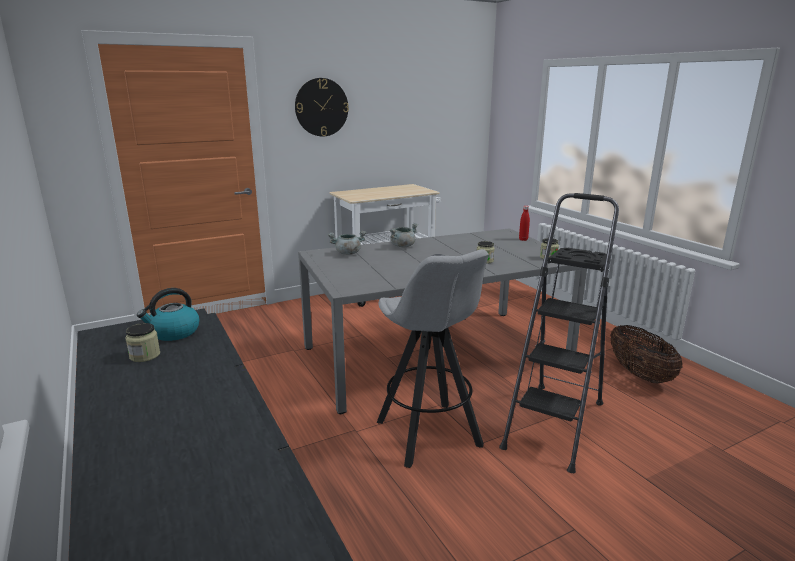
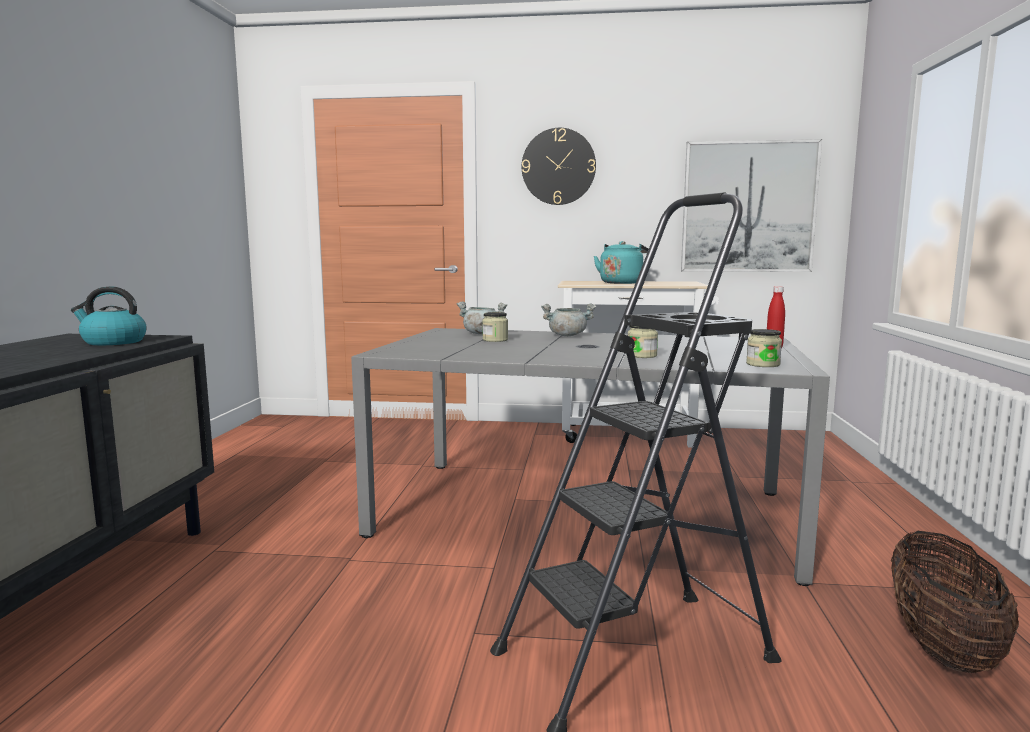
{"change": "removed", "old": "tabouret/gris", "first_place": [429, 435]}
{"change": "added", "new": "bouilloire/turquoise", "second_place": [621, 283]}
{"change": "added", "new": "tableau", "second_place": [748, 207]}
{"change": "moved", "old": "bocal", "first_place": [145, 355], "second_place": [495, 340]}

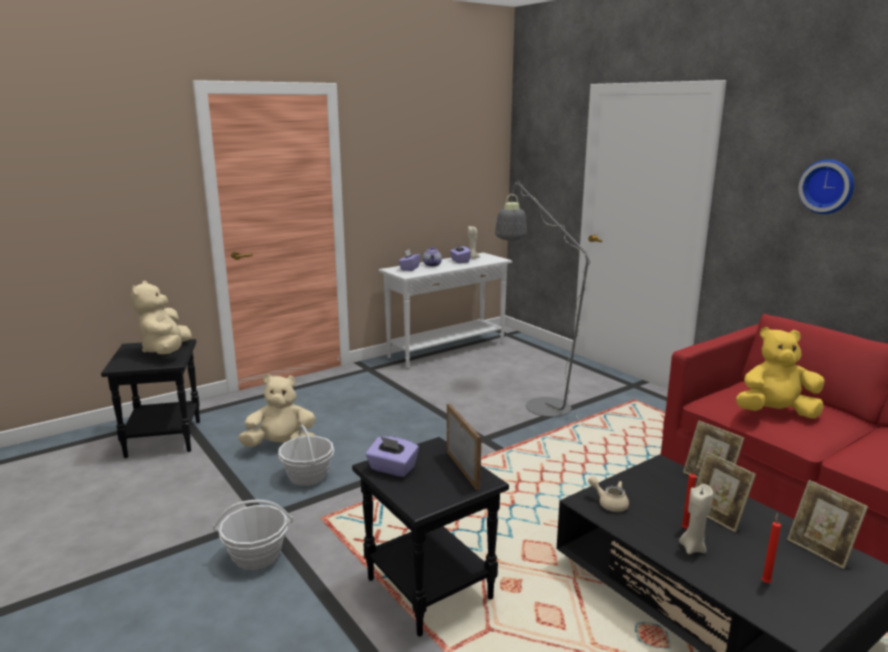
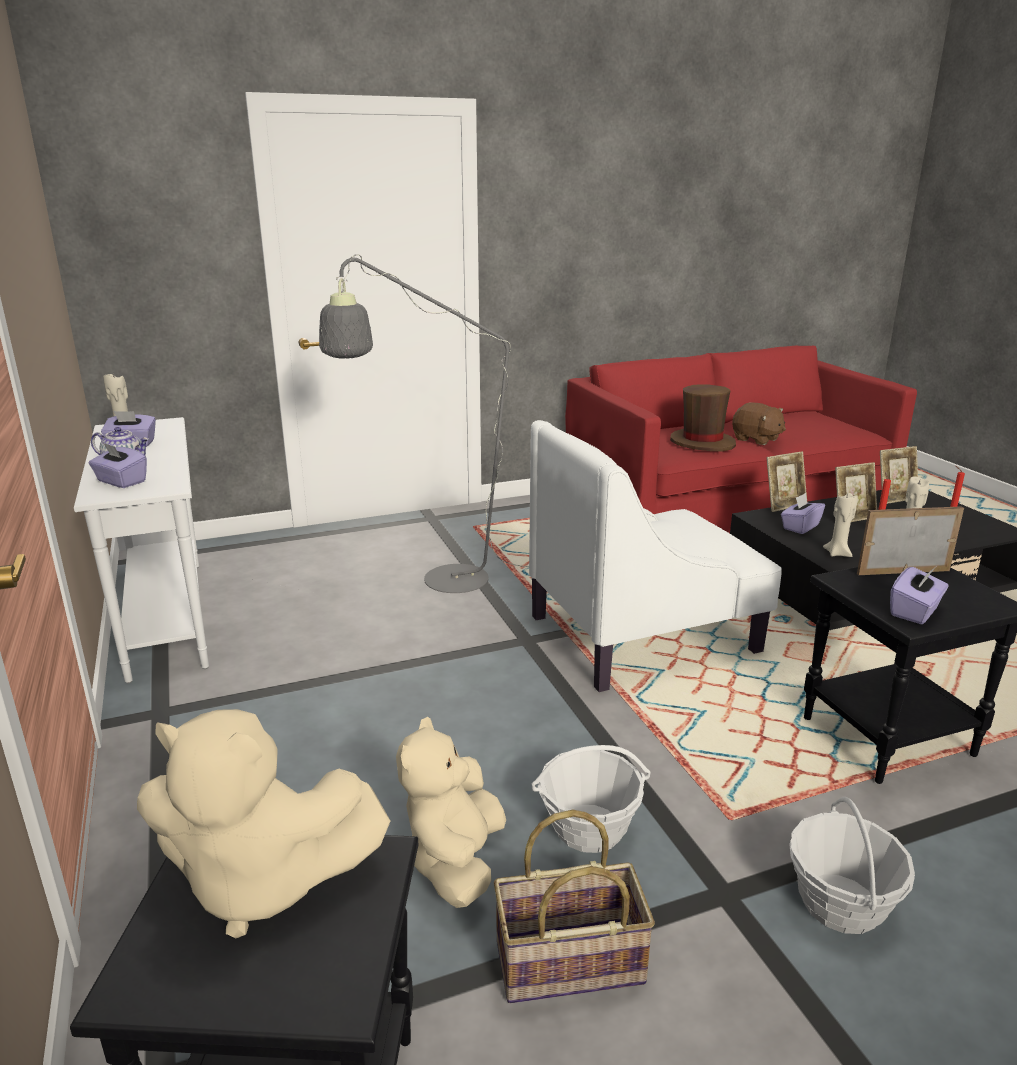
{"change": "removed", "old": "horloge murale", "first_place": [828, 186]}
{"change": "added", "new": "panier", "second_place": [569, 964]}
{"change": "added", "new": "fauteuil/blanc", "second_place": [645, 633]}
{"change": "added", "new": "peluche/marron", "second_place": [756, 439]}
{"change": "added", "new": "boîte à mouchoirs/violet", "second_place": [800, 527]}
{"change": "replaced", "old": "théière/beige", "new": "bougie/beige", "first_place": [609, 503], "second_place": [837, 553]}
{"change": "replaced", "old": "peluche/jaune", "new": "chapeau/marron", "first_place": [775, 413], "second_place": [702, 443]}

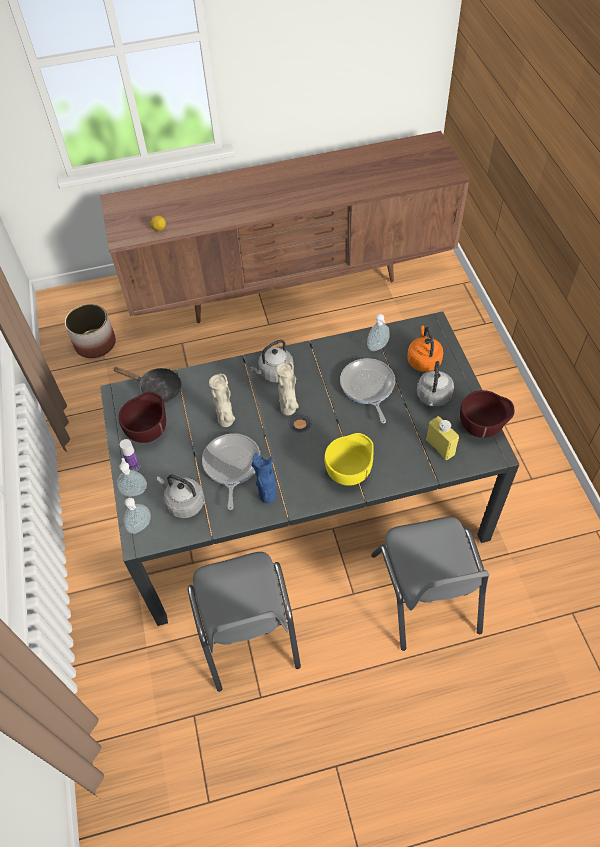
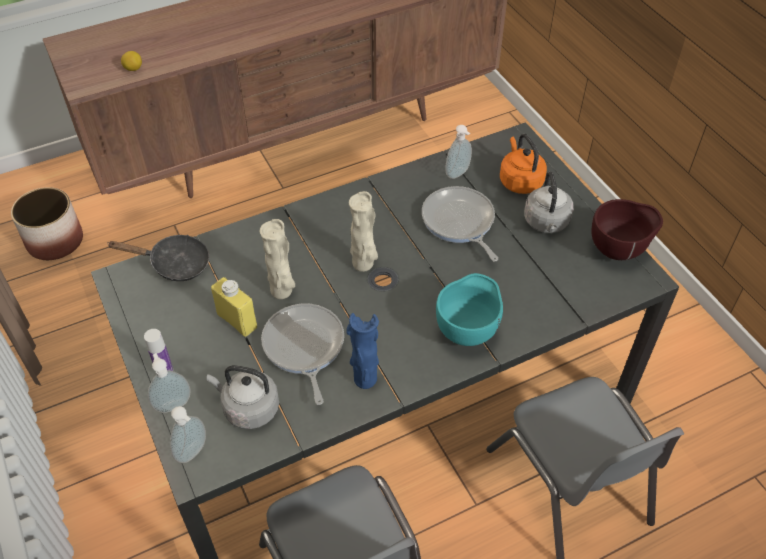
{"change": "removed", "old": "bol/marron", "first_place": [149, 431]}
{"change": "removed", "old": "bouilloire/gris", "first_place": [274, 373]}
{"change": "moved", "old": "bouteille/jaune", "first_place": [440, 447], "second_place": [237, 321]}
{"change": "recoloured", "old": "bol/jaune", "new": "bol/turquoise", "first_place": [349, 472], "second_place": [467, 331]}

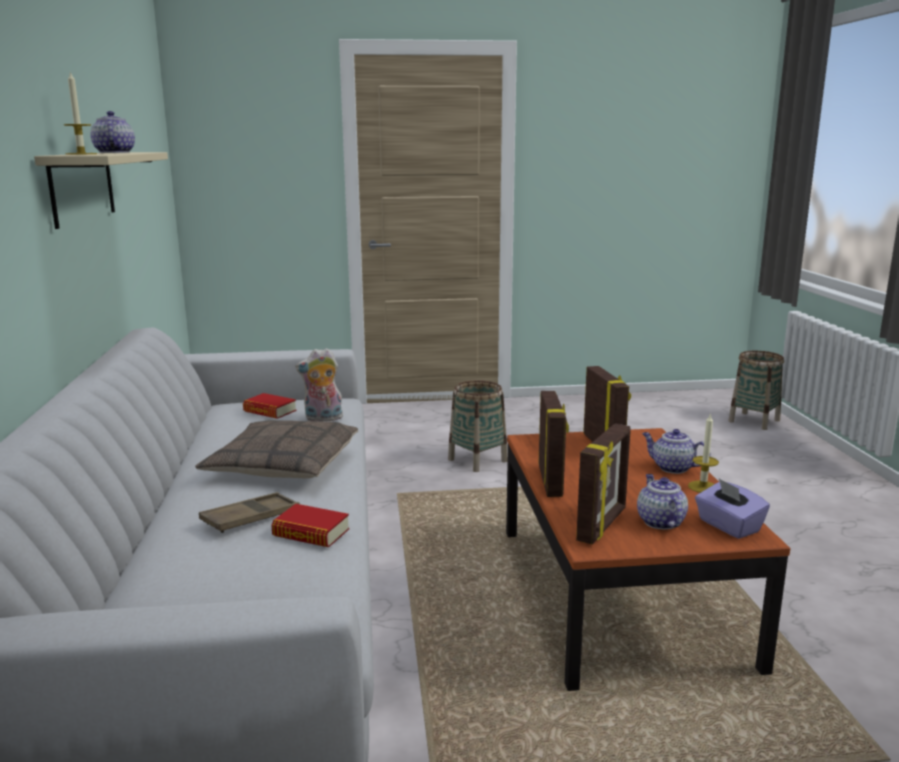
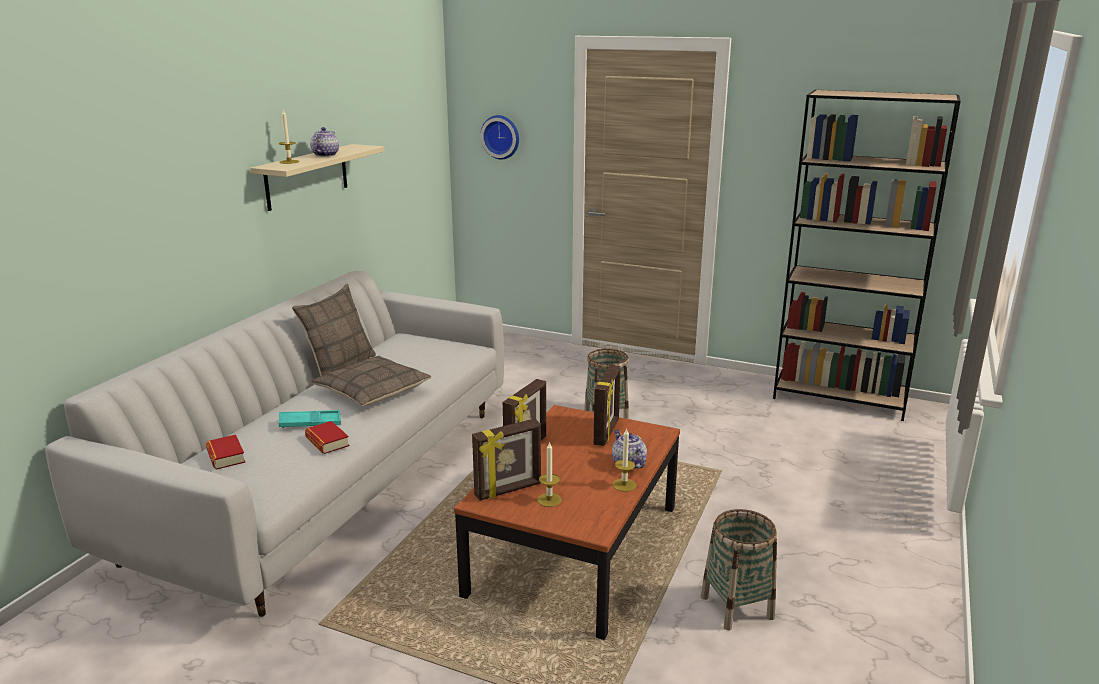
{"change": "removed", "old": "peluche", "first_place": [322, 419]}
{"change": "removed", "old": "boîte à mouchoirs/violet", "first_place": [728, 526]}
{"change": "added", "new": "coussin", "second_place": [340, 367]}
{"change": "added", "new": "horloge murale", "second_place": [501, 136]}
{"change": "added", "new": "bibliothèque/beige", "second_place": [840, 398]}
{"change": "moved", "old": "livre", "first_place": [270, 411], "second_place": [226, 456]}
{"change": "moved", "old": "panier", "first_place": [754, 421], "second_place": [737, 607]}
{"change": "replaced", "old": "théière", "new": "bougie", "first_place": [659, 521], "second_place": [549, 500]}
{"change": "recoloured", "old": "plateau/marron", "new": "plateau/turquoise", "first_place": [251, 518], "second_place": [310, 423]}

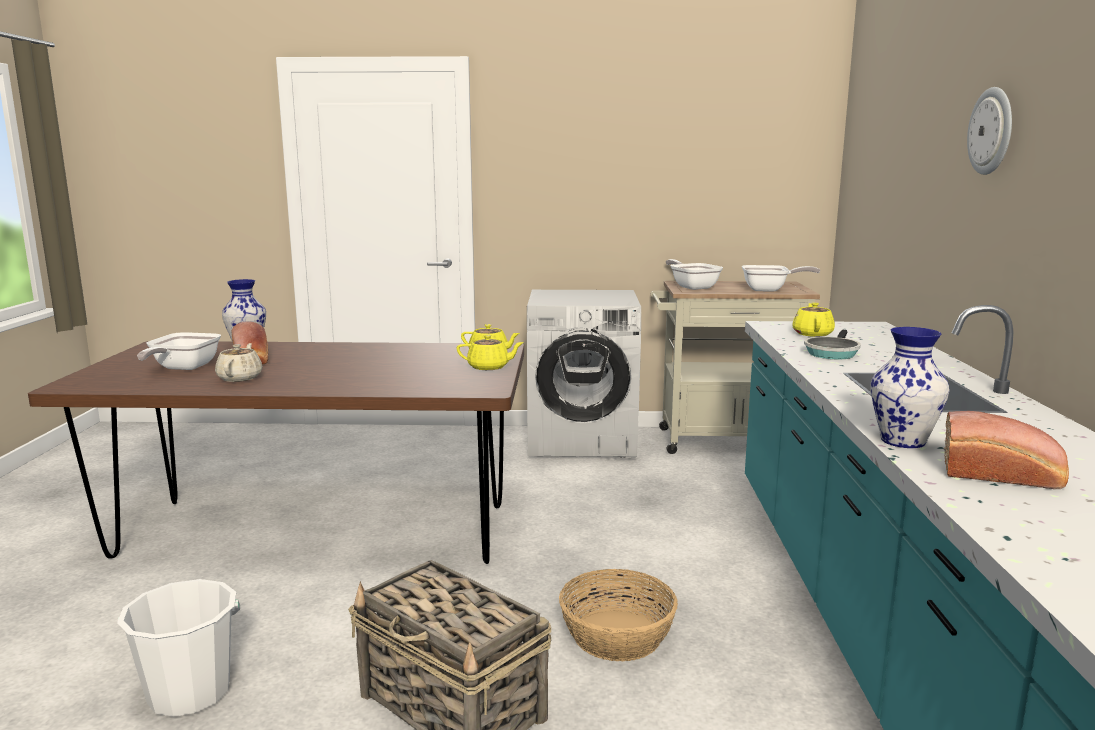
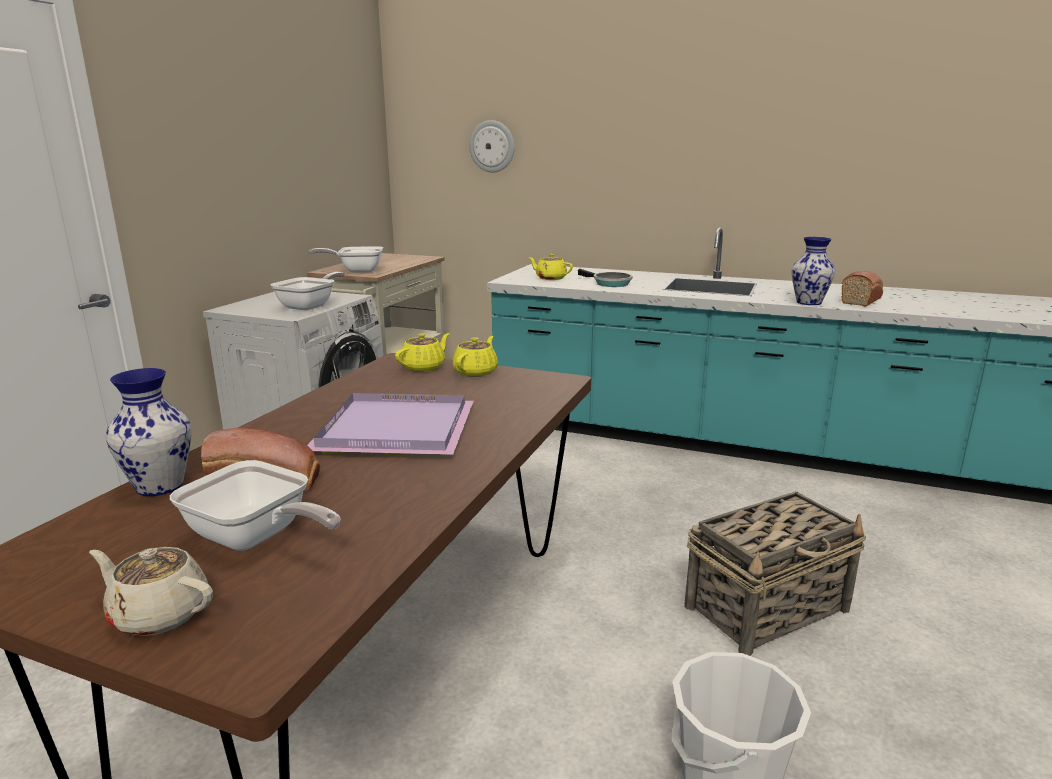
{"change": "removed", "old": "panier", "first_place": [618, 636]}
{"change": "added", "new": "plateau/violet", "second_place": [392, 431]}
{"change": "moved", "old": "théière/beige", "first_place": [240, 378], "second_place": [159, 614]}
{"change": "moved", "old": "poêle", "first_place": [769, 290], "second_place": [310, 306]}
{"change": "moved", "old": "horloge murale", "first_place": [992, 131], "second_place": [492, 146]}

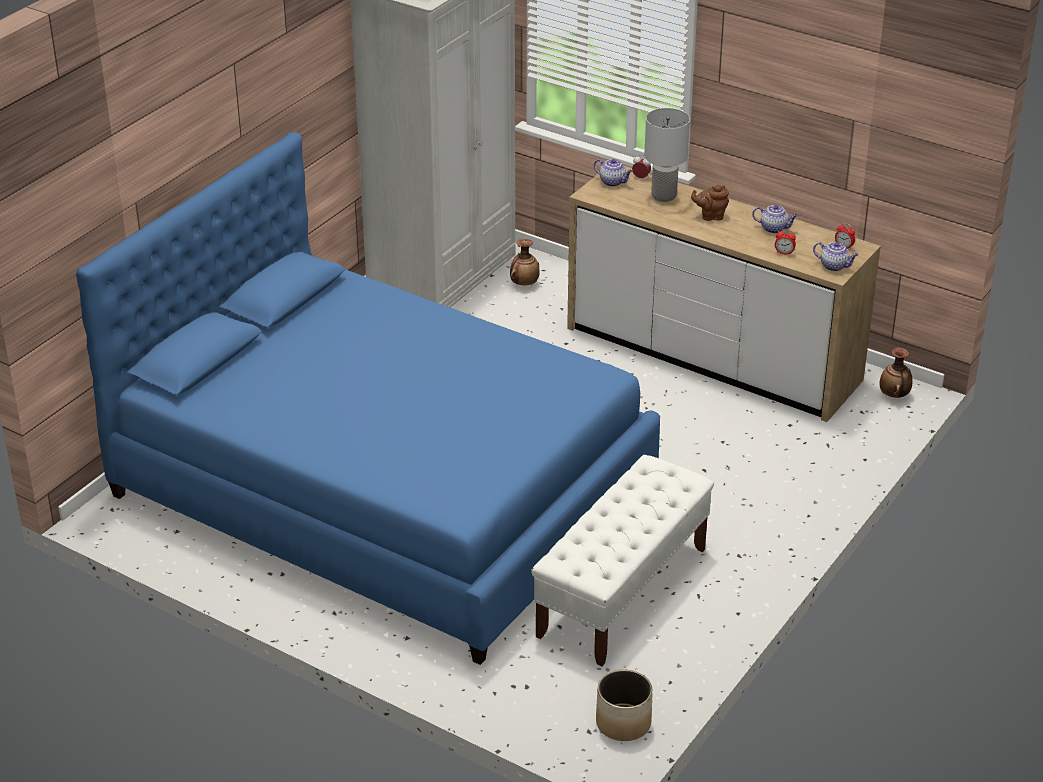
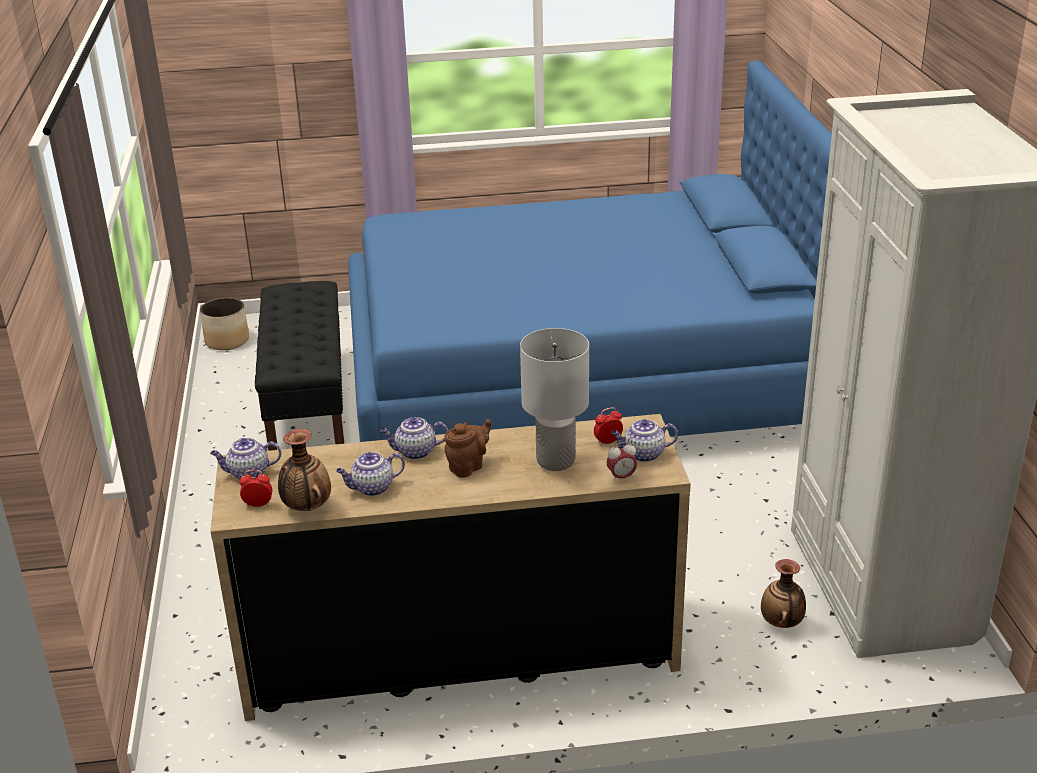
{"change": "added", "new": "théière", "second_place": [415, 452]}
{"change": "moved", "old": "réveil", "first_place": [784, 253], "second_place": [608, 442]}
{"change": "moved", "old": "vase", "first_place": [894, 395], "second_place": [306, 507]}
{"change": "recoloured", "old": "banc/blanc", "new": "banc/noir", "first_place": [622, 591], "second_place": [307, 403]}

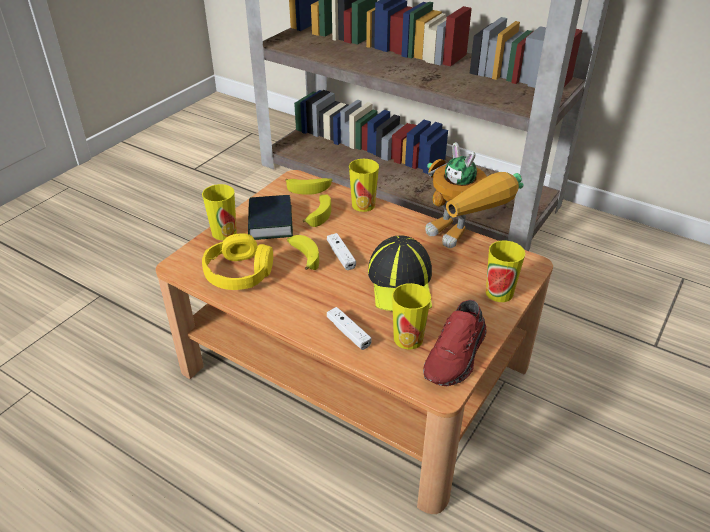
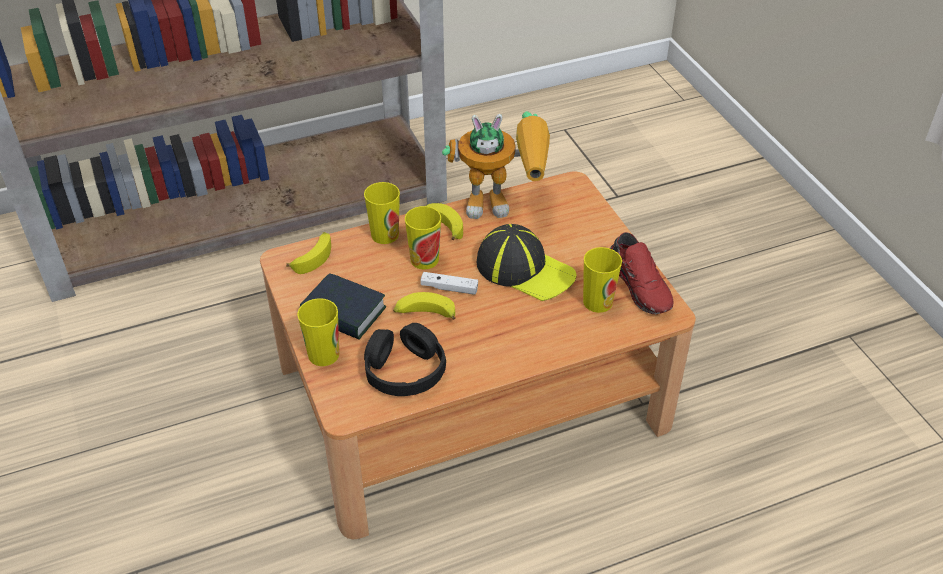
{"change": "removed", "old": "manette/blanc", "first_place": [348, 333]}
{"change": "moved", "old": "banane", "first_place": [318, 214], "second_place": [442, 226]}
{"change": "moved", "old": "tasse", "first_place": [499, 293], "second_place": [424, 259]}
{"change": "recoloured", "old": "casque audio/jaune", "new": "casque audio/noir", "first_place": [239, 272], "second_place": [404, 370]}

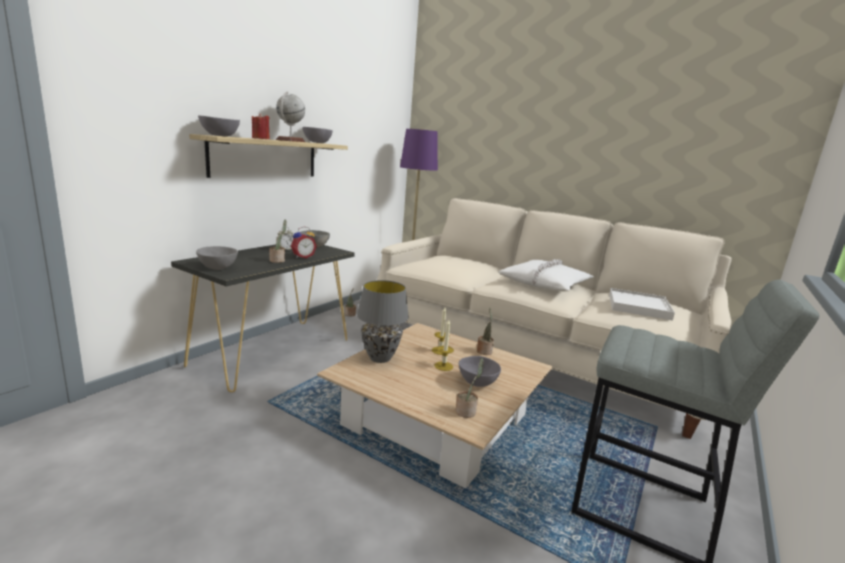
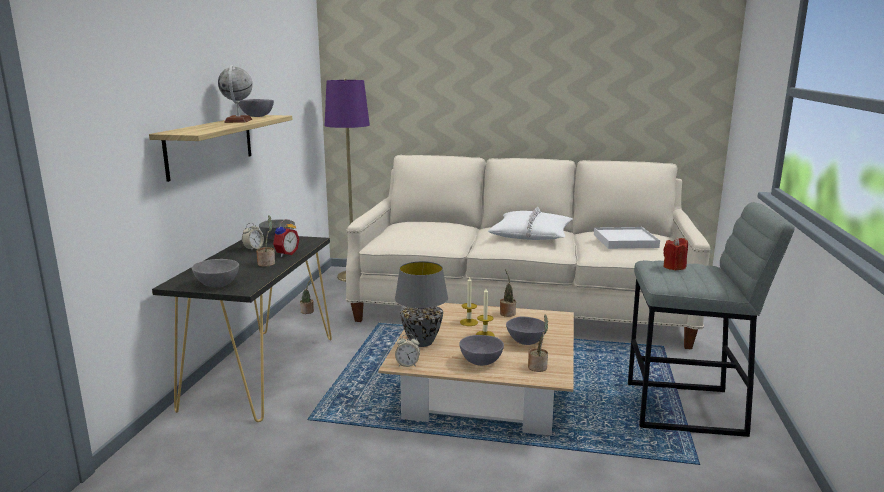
{"change": "added", "new": "réveil", "second_place": [407, 364]}
{"change": "moved", "old": "bol/gris", "first_place": [219, 135], "second_place": [480, 362]}
{"change": "moved", "old": "bougie/rouge", "first_place": [260, 139], "second_place": [674, 267]}

